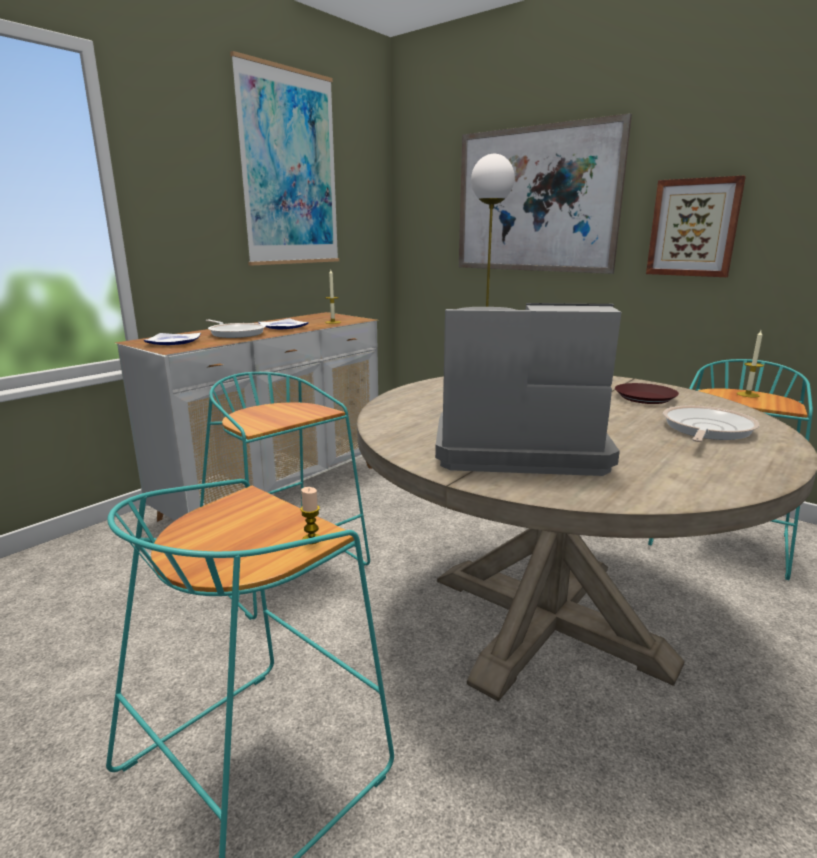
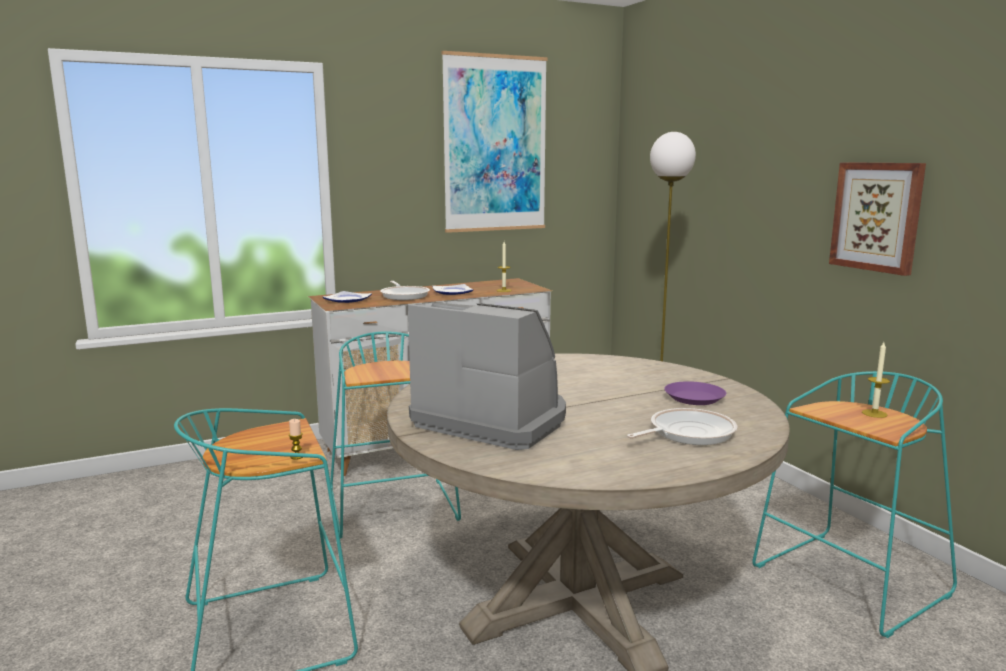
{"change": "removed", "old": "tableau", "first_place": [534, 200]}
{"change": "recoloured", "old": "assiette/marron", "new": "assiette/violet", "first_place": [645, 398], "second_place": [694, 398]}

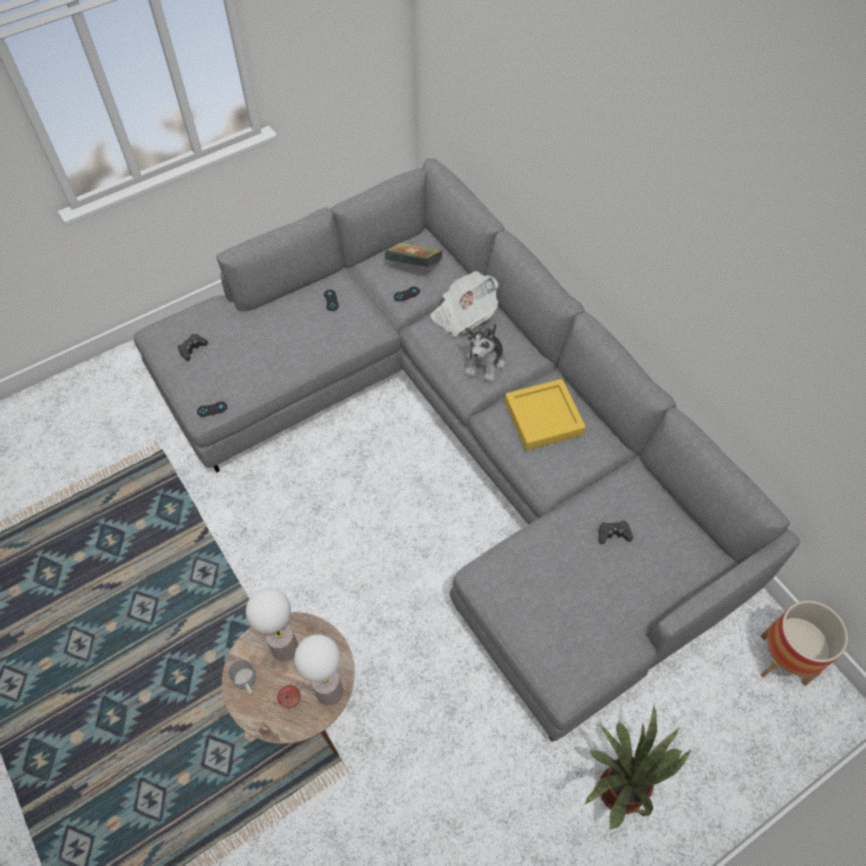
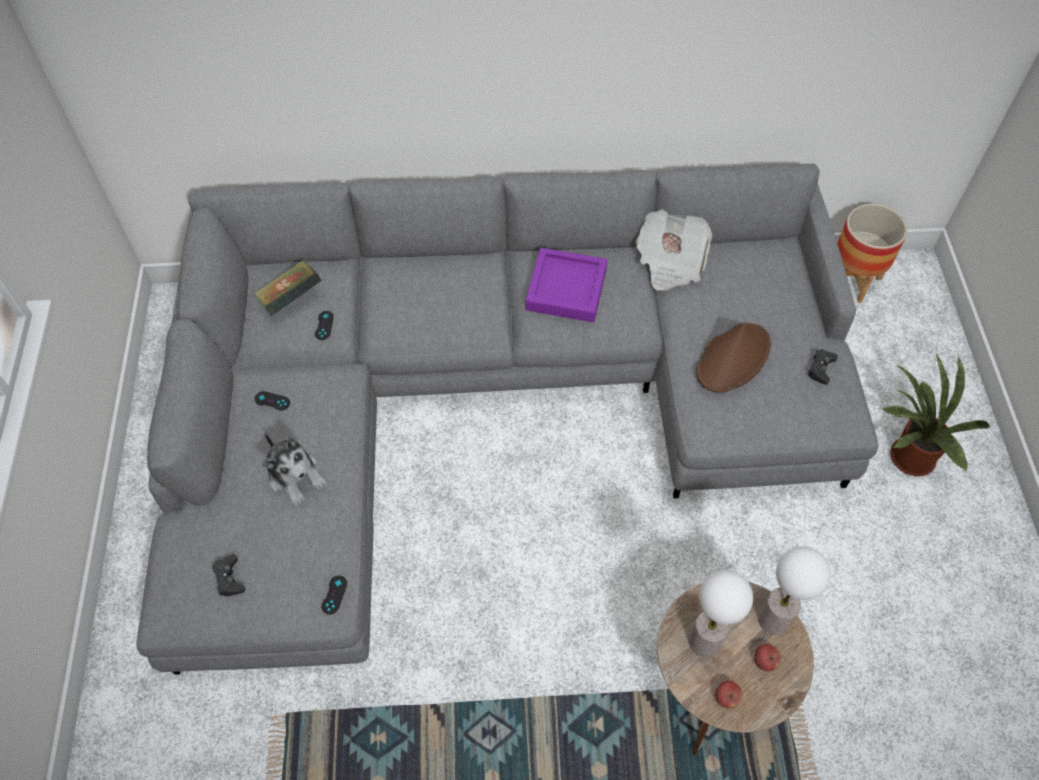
{"change": "added", "new": "chapeau/marron", "second_place": [733, 358]}
{"change": "moved", "old": "journal", "first_place": [463, 315], "second_place": [670, 262]}
{"change": "moved", "old": "peluche", "first_place": [485, 362], "second_place": [295, 475]}
{"change": "moved", "old": "manette/noir", "first_place": [613, 534], "second_place": [820, 368]}
{"change": "replaced", "old": "mug/blanc", "new": "pomme", "first_place": [247, 683], "second_place": [726, 698]}
{"change": "recoloured", "old": "plateau/jaune", "new": "plateau/violet", "first_place": [543, 418], "second_place": [566, 289]}

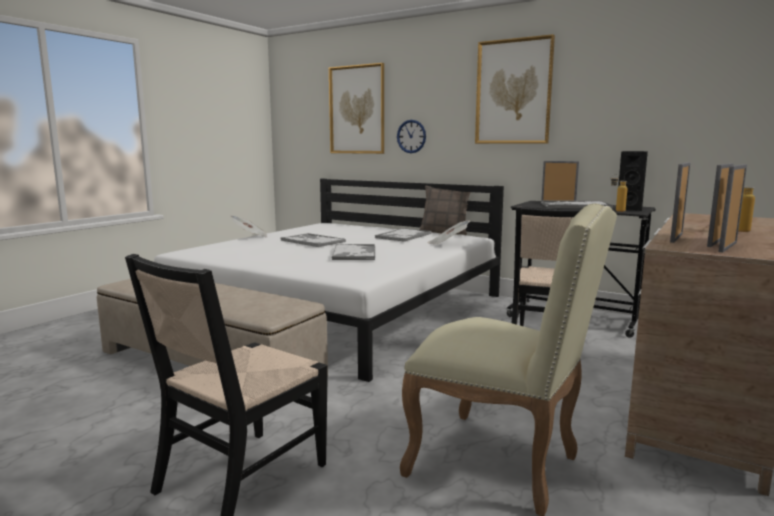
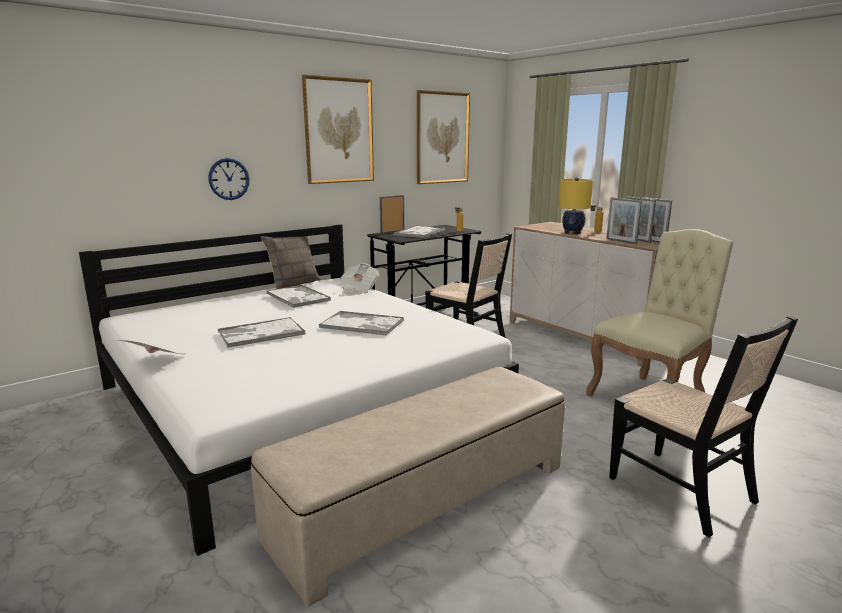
{"change": "removed", "old": "enceinte/noir", "first_place": [629, 209]}
{"change": "added", "new": "lampe de table/jaune", "second_place": [572, 232]}
{"change": "moved", "old": "tableau", "first_place": [357, 110], "second_place": [442, 138]}

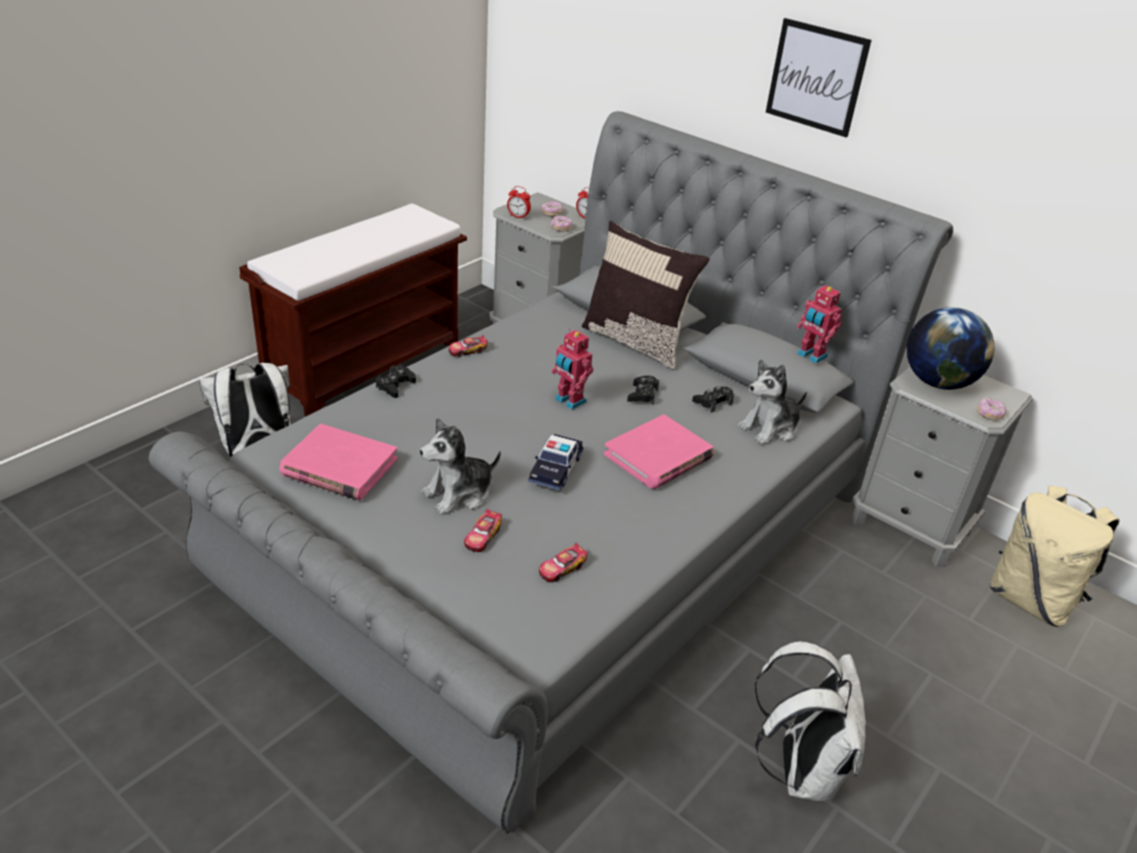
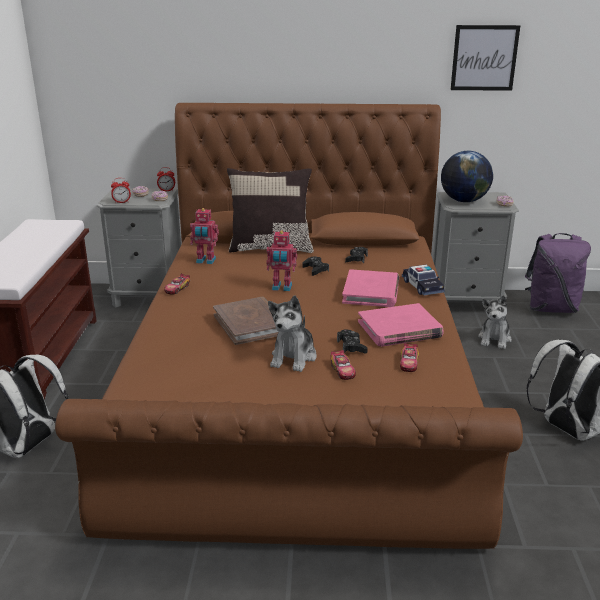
{"change": "added", "new": "livre/marron", "second_place": [251, 324]}
{"change": "moved", "old": "livre/rose", "first_place": [339, 467], "second_place": [399, 329]}
{"change": "moved", "old": "manette/noir", "first_place": [395, 386], "second_place": [351, 346]}
{"change": "moved", "old": "petite voiture", "first_place": [556, 468], "second_place": [422, 286]}
{"change": "moved", "old": "peluche", "first_place": [770, 428], "second_place": [494, 339]}
{"change": "moved", "old": "tableau", "first_place": [816, 77], "second_place": [484, 58]}
{"change": "moved", "old": "robot jouet", "first_place": [810, 356], "second_place": [205, 261]}
{"change": "recoloured", "old": "lit/gris", "new": "lit/marron", "first_place": [559, 527], "second_place": [299, 387]}
{"change": "recoloured", "old": "sac à dos/beige", "new": "sac à dos/violet", "first_place": [1031, 600], "second_place": [551, 308]}

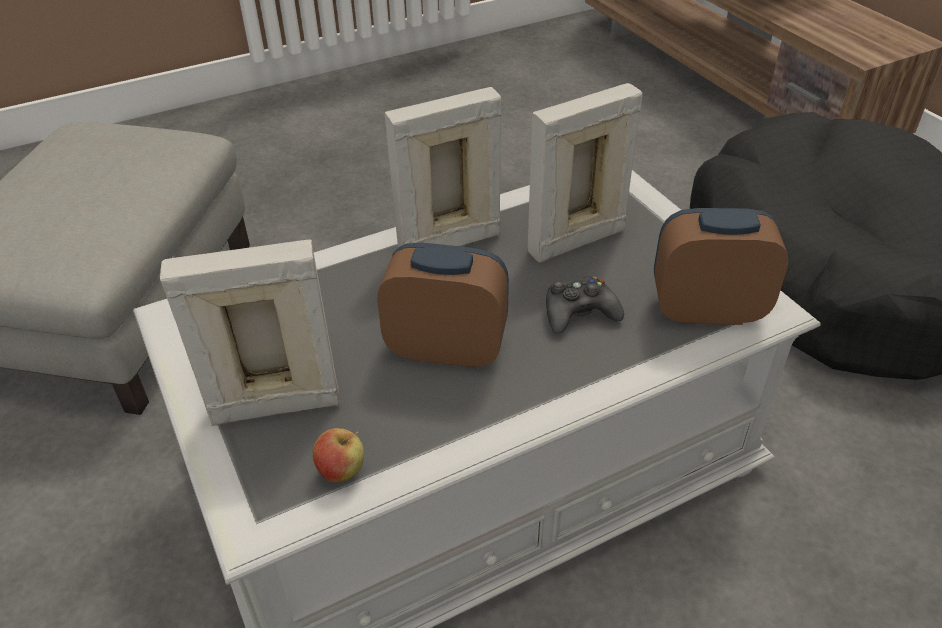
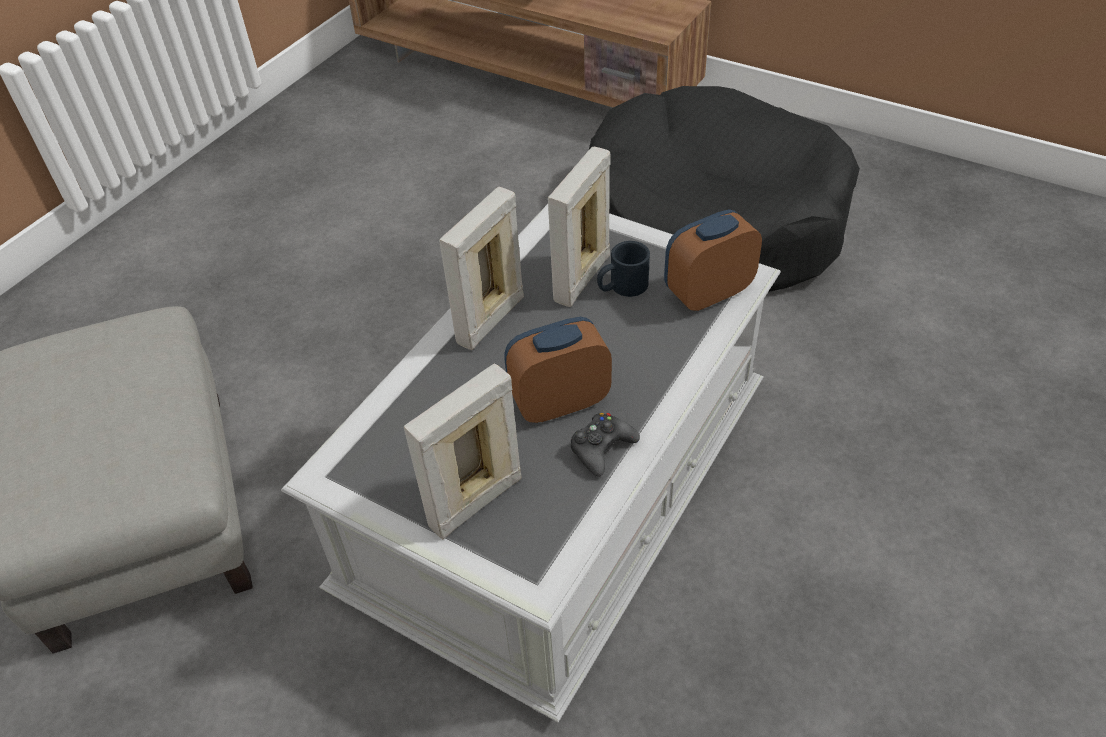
{"change": "removed", "old": "pomme", "first_place": [342, 472]}
{"change": "added", "new": "mug/noir", "second_place": [622, 287]}
{"change": "moved", "old": "manette/noir", "first_place": [579, 313], "second_place": [601, 448]}

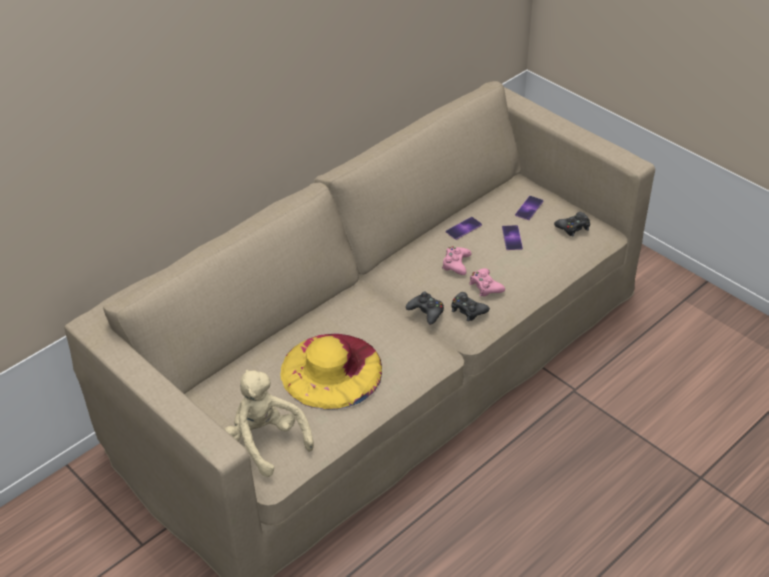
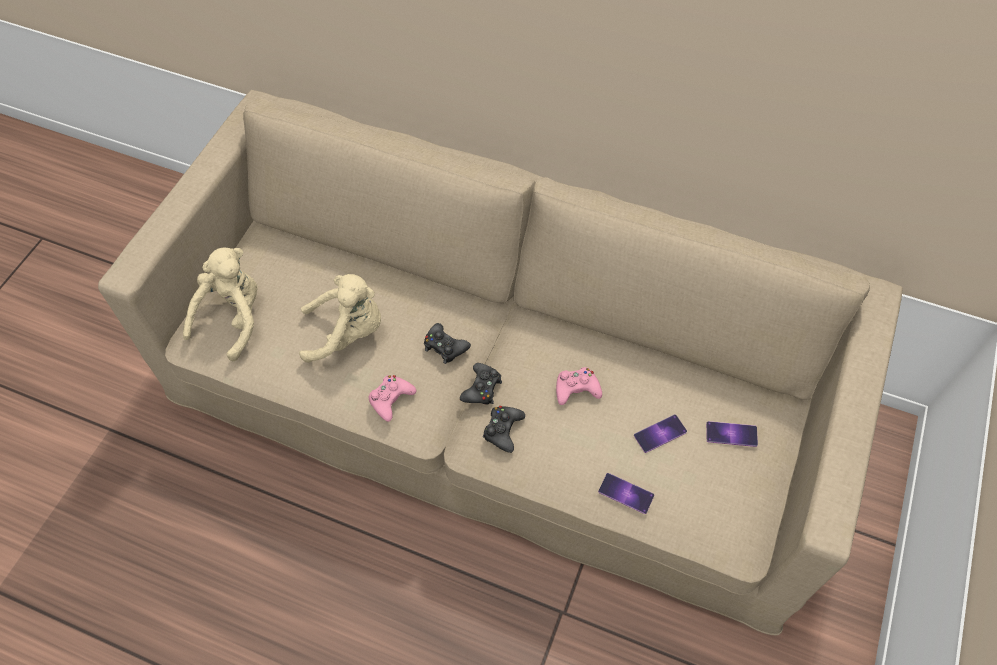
{"change": "moved", "old": "téléphone", "first_place": [463, 228], "second_place": [626, 493]}
{"change": "moved", "old": "manette/rose", "first_place": [485, 286], "second_place": [391, 399]}
{"change": "moved", "old": "manette/noir", "first_place": [573, 227], "second_place": [445, 347]}
{"change": "replaced", "old": "chapeau/jaune", "new": "peluche/beige", "first_place": [331, 370], "second_place": [348, 333]}

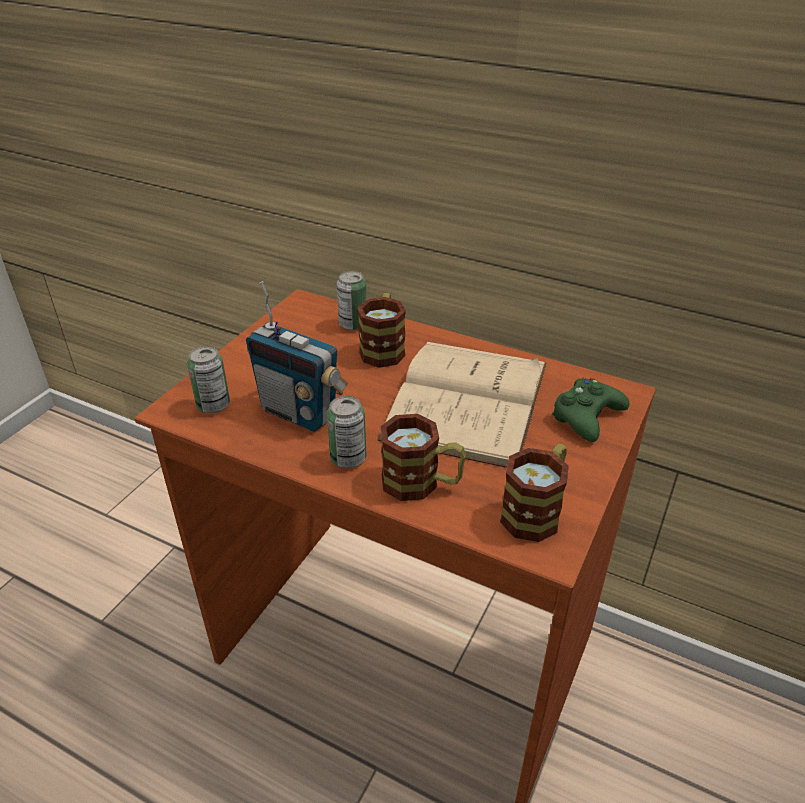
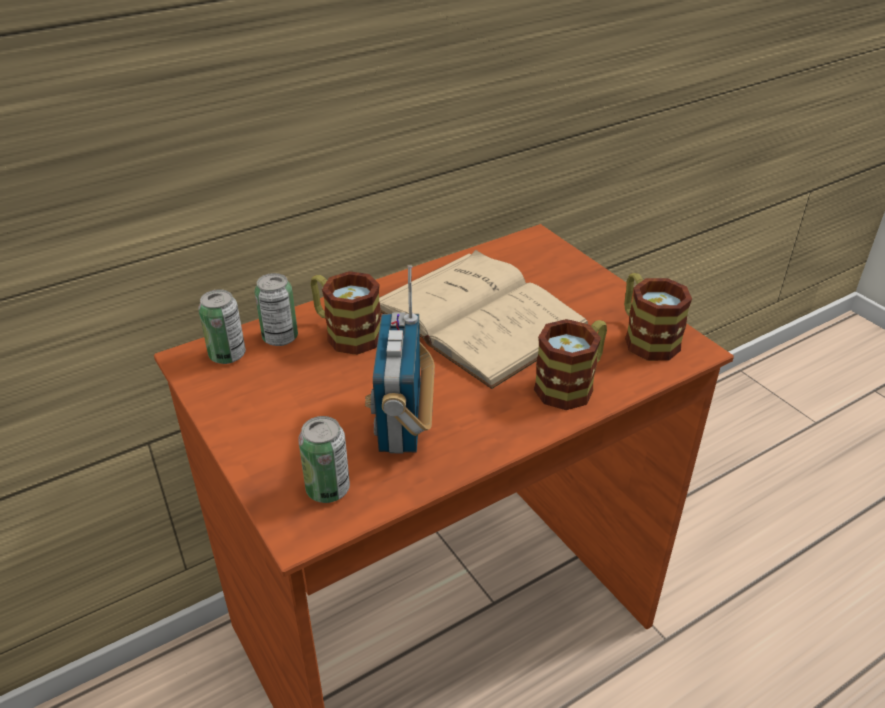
{"change": "removed", "old": "manette/vert", "first_place": [586, 417]}
{"change": "moved", "old": "boîte métallique", "first_place": [348, 458], "second_place": [227, 355]}
{"change": "turned", "old": "radio", "first_place": [299, 413], "second_place": [402, 426], "degrees": 120}

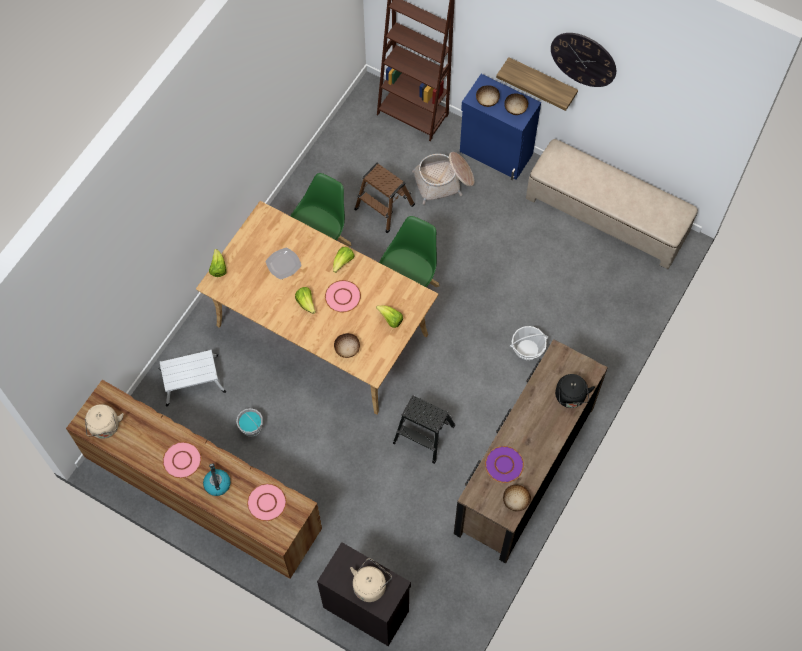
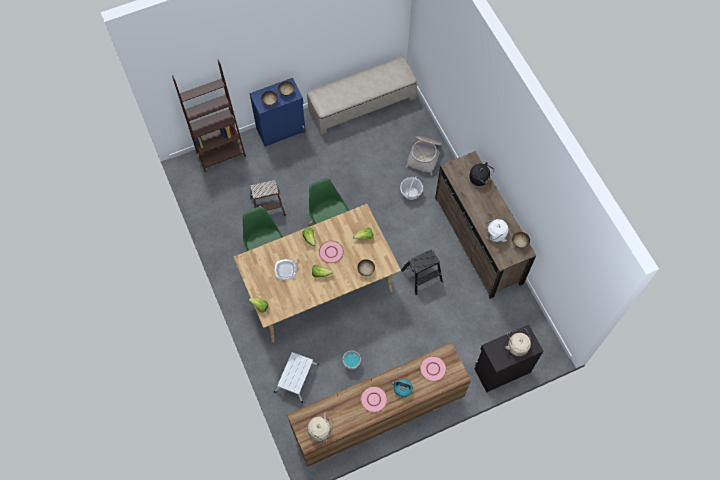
{"change": "removed", "old": "étagère", "first_place": [541, 81]}
{"change": "removed", "old": "horloge murale", "first_place": [583, 59]}
{"change": "moved", "old": "panier", "first_place": [444, 182], "second_place": [424, 156]}
{"change": "replaced", "old": "assiette/violet", "new": "bouilloire/blanc", "first_place": [504, 464], "second_place": [495, 235]}

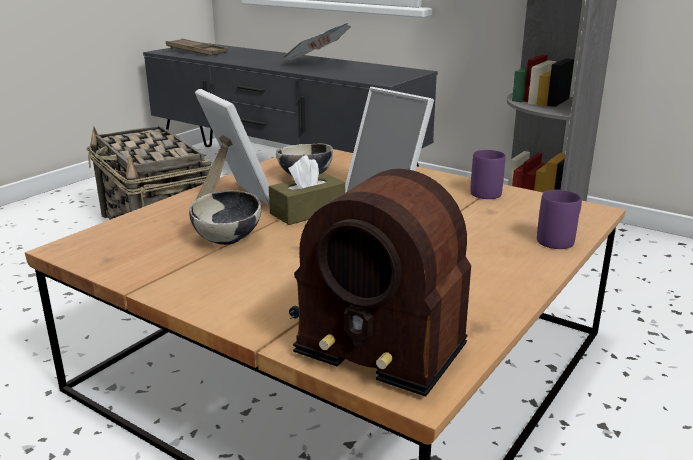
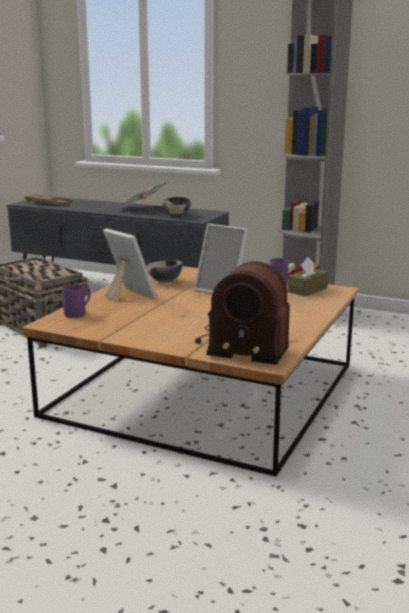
{"change": "moved", "old": "bol", "first_place": [228, 239], "second_place": [177, 215]}
{"change": "moved", "old": "boîte à mouchoirs/marron", "first_place": [307, 212], "second_place": [307, 290]}
{"change": "moved", "old": "mug/violet", "first_place": [560, 239], "second_place": [79, 313]}

